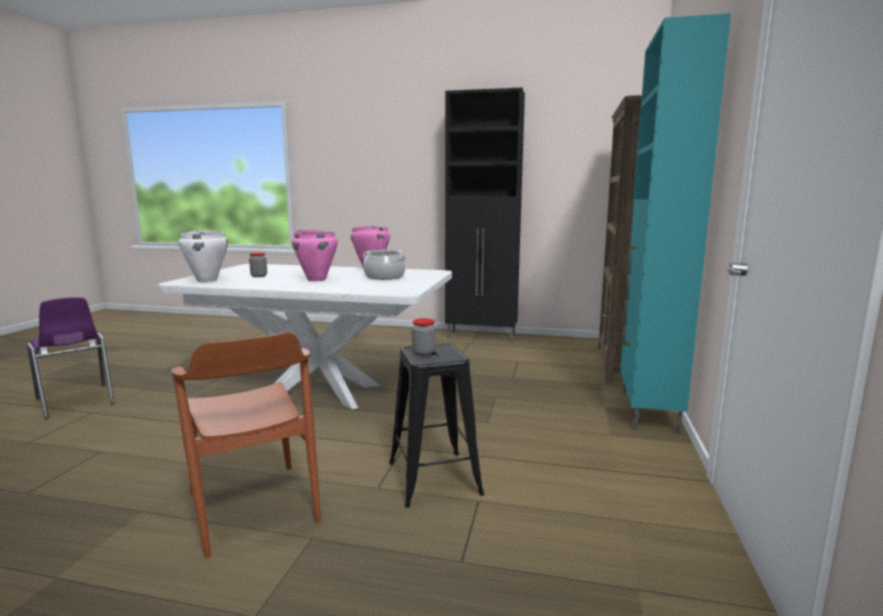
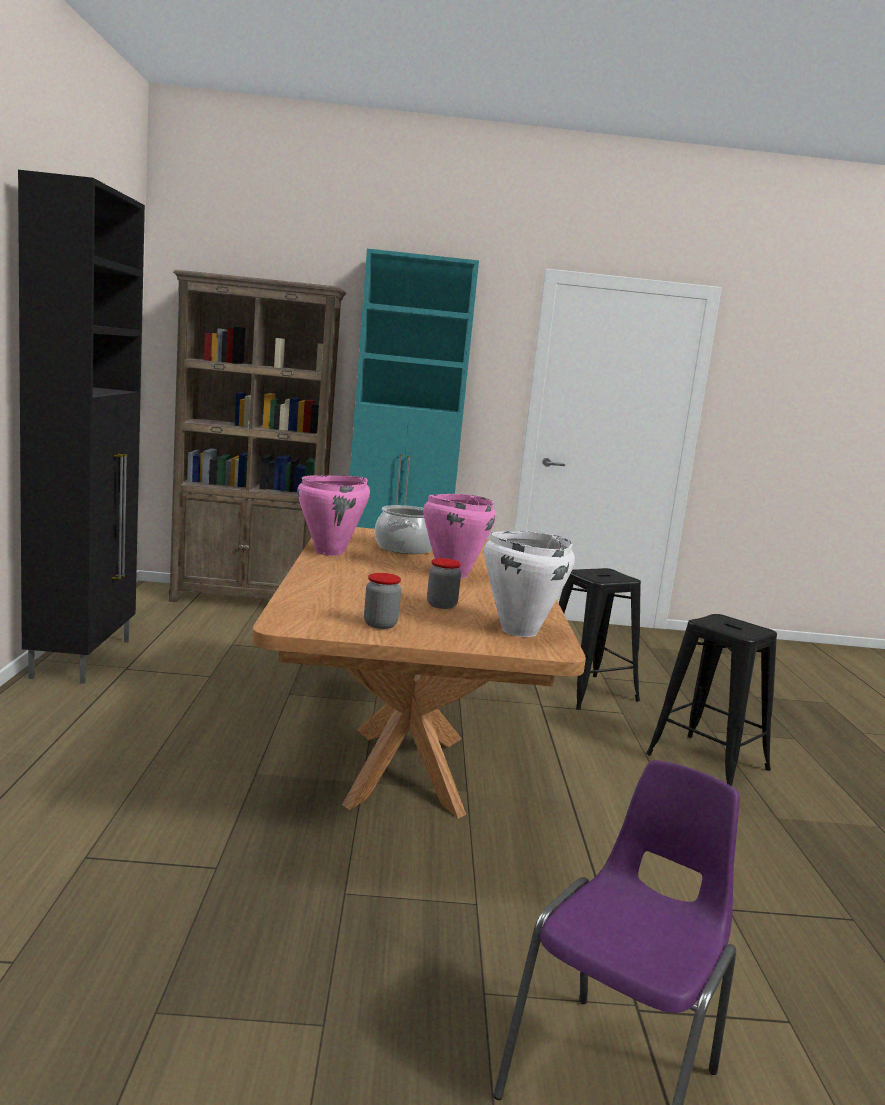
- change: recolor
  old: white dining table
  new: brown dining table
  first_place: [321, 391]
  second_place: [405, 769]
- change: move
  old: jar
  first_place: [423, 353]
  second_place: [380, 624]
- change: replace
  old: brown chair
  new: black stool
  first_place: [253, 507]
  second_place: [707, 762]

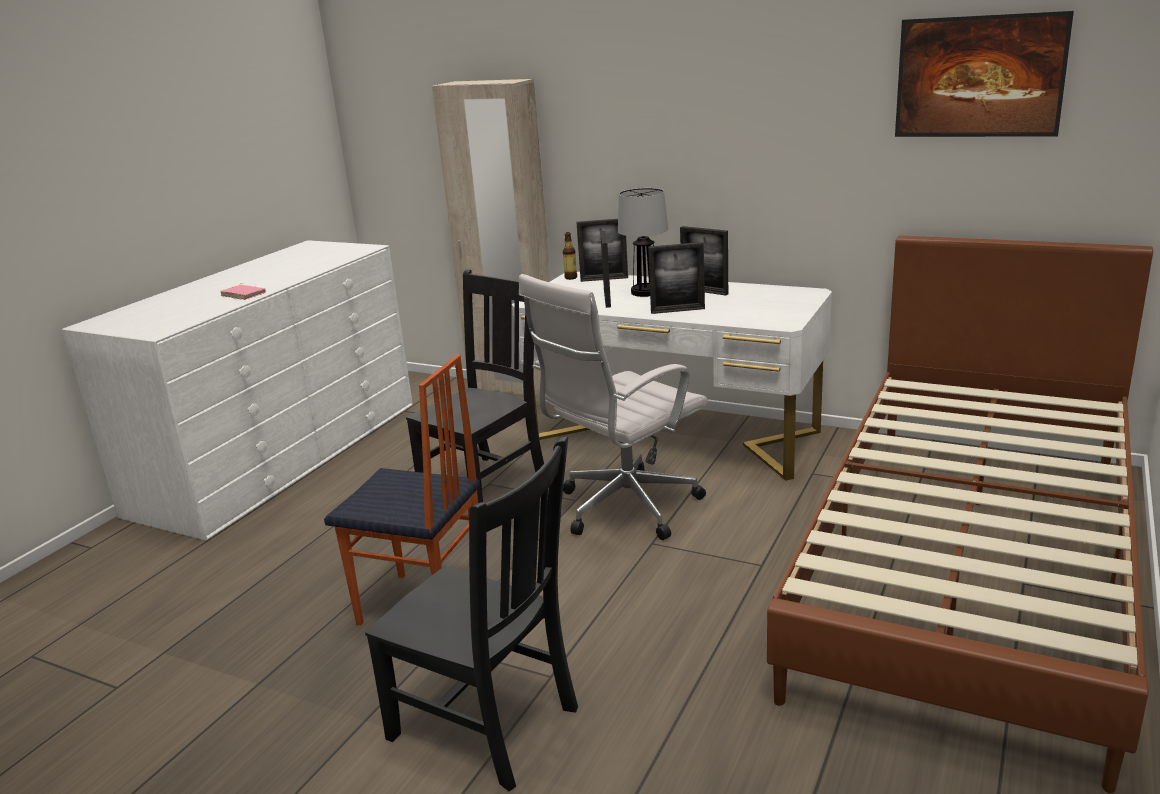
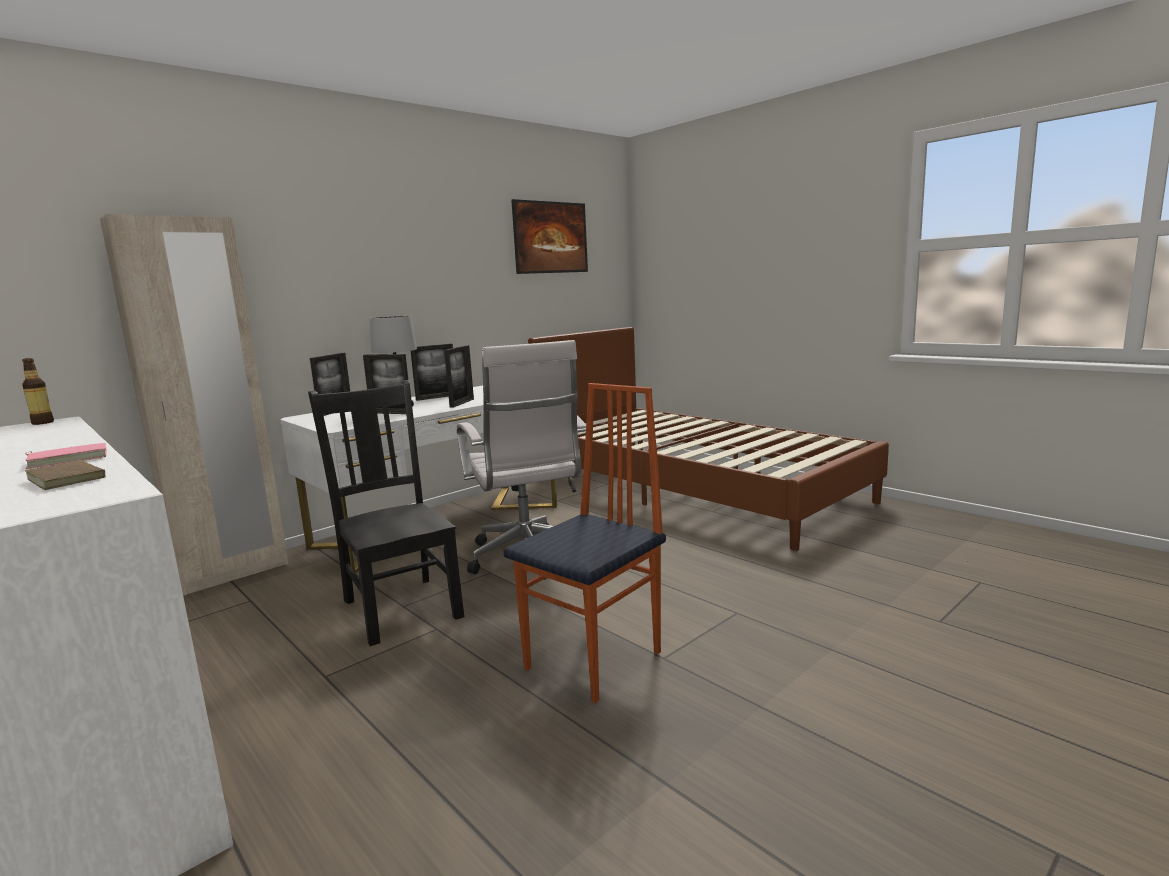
- change: move
  old: bottle
  first_place: [571, 278]
  second_place: [42, 423]
- change: delete
  old: black chair
  first_place: [488, 725]
- change: insert
  new: brown book
  second_place: [70, 478]

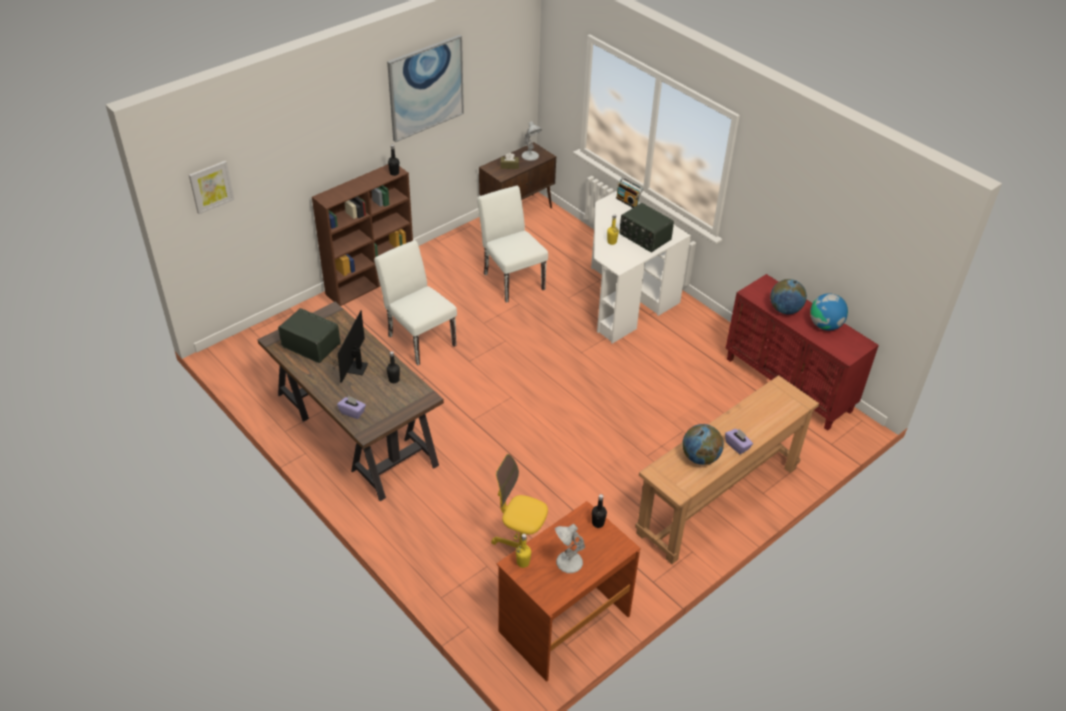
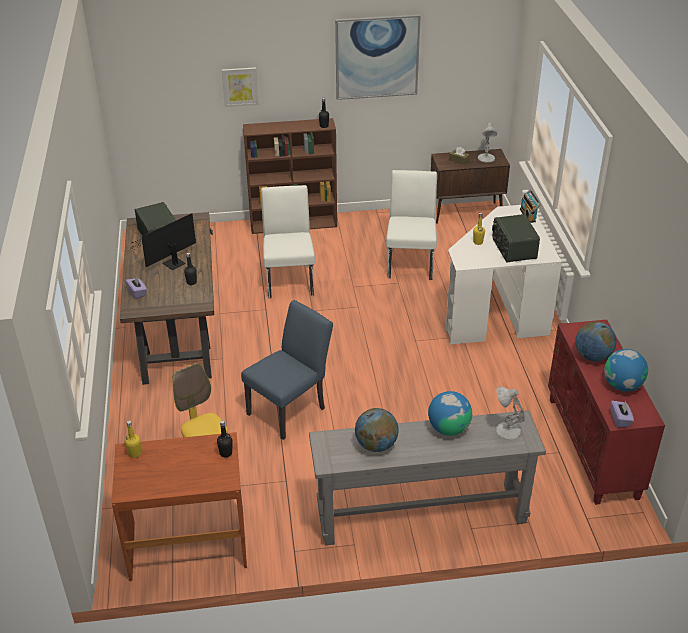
- change: move
  old: picture
  first_place: [211, 186]
  second_place: [240, 86]
- change: recolor
  old: brown console table
  new: grey console table
  first_place: [718, 500]
  second_place: [421, 513]
- change: move
  old: purple tissue box
  first_place: [737, 446]
  second_place: [620, 419]
- change: move
  old: white table lamp
  first_place: [568, 562]
  second_place: [506, 430]
- change: insert
  new: blue chair
  second_place: [291, 408]
- change: insert
  new: globe
  second_place: [448, 428]

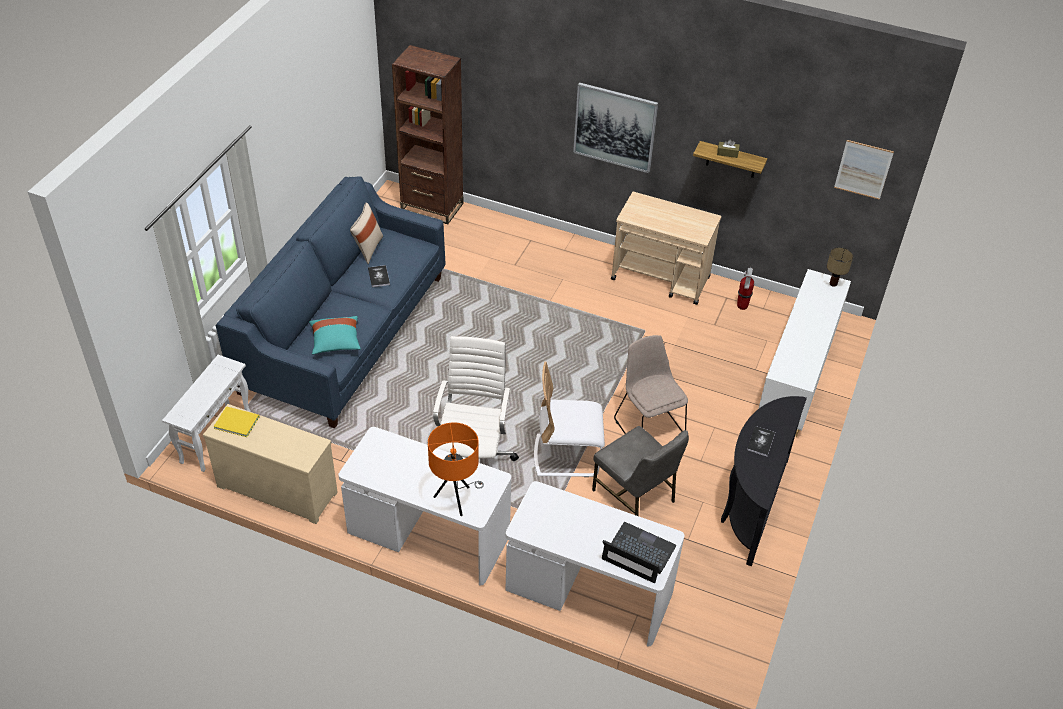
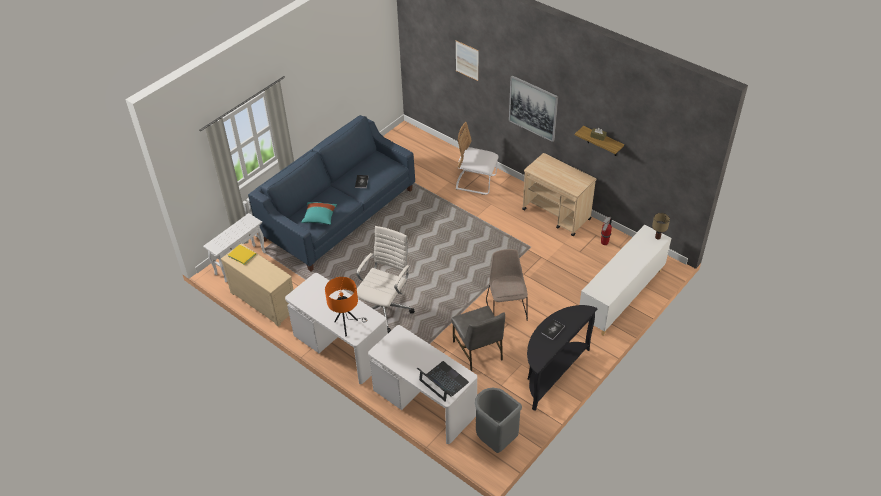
- change: delete
  old: brown bookcase
  first_place: [432, 207]
- change: move
  old: picture
  first_place: [863, 169]
  second_place: [467, 60]
- change: delete
  old: beige pillow
  first_place: [368, 248]
- change: move
  old: white chair
  first_place: [567, 456]
  second_place: [476, 182]
- change: insert
  new: grey trash can
  second_place: [495, 439]

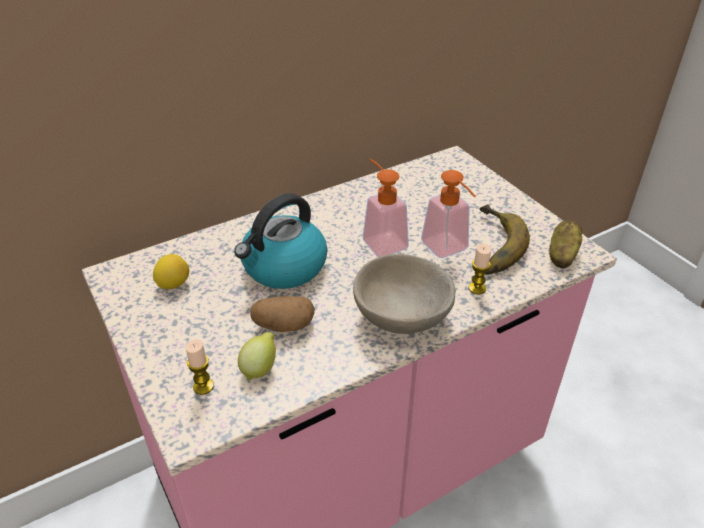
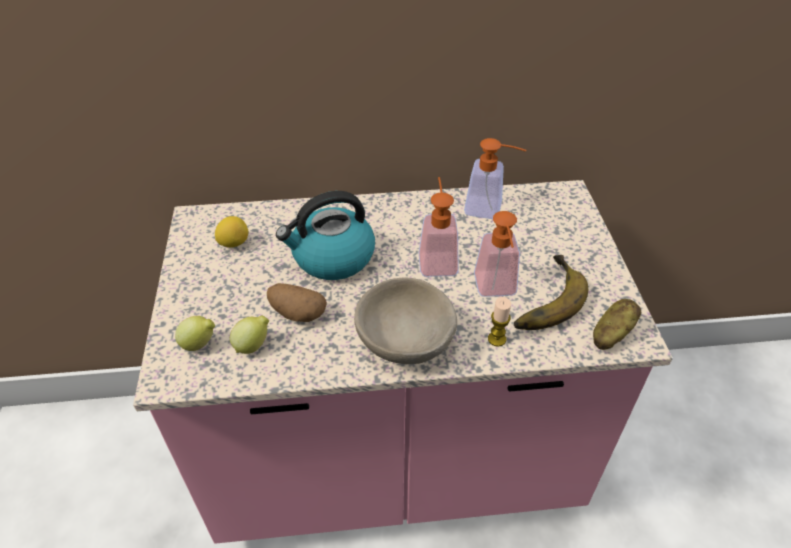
- change: replace
  old: candle
  new: lemon
  first_place: [203, 386]
  second_place: [200, 344]
- change: insert
  new: soap dispenser
  second_place: [490, 209]

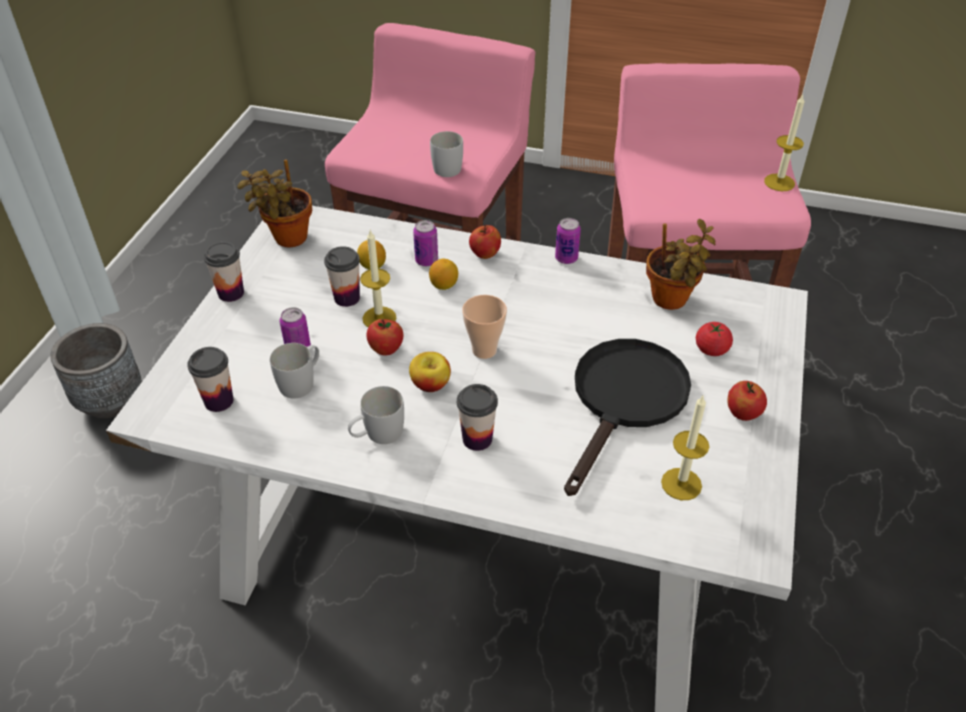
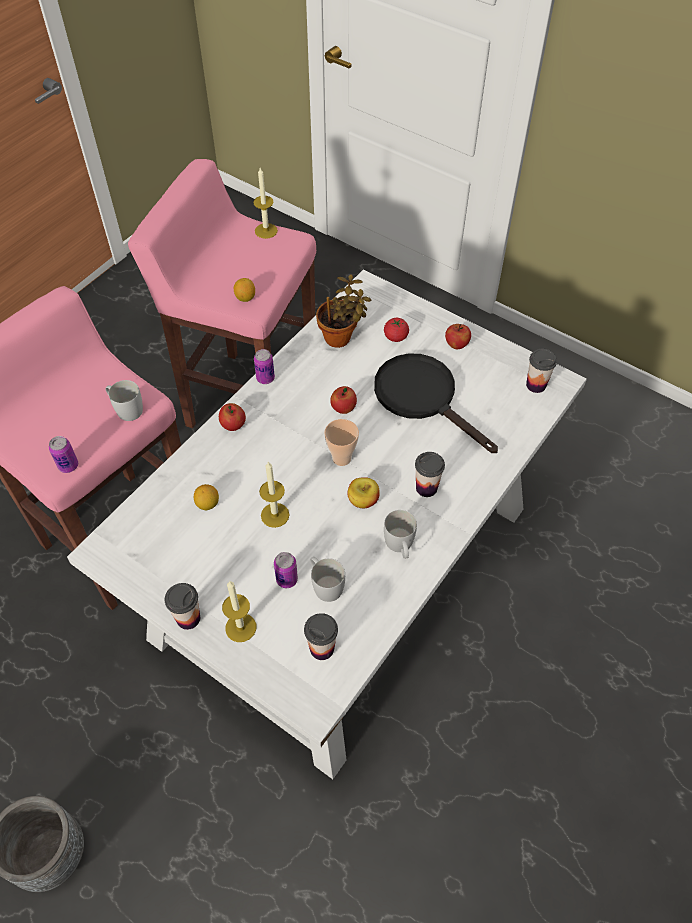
- change: delete
  old: potted plant
  first_place: [287, 239]
- change: move
  old: can
  first_place: [426, 261]
  second_place: [68, 466]
- change: move
  old: cup
  first_place: [347, 298]
  second_place: [536, 385]
- change: move
  old: lemon
  first_place: [444, 285]
  second_place: [245, 298]
- change: move
  old: apple
  first_place: [386, 349]
  second_place: [343, 408]
- change: move
  old: candle
  first_place: [681, 484]
  second_place: [241, 627]

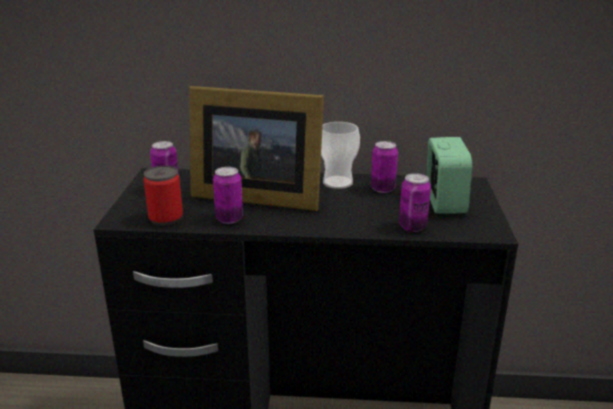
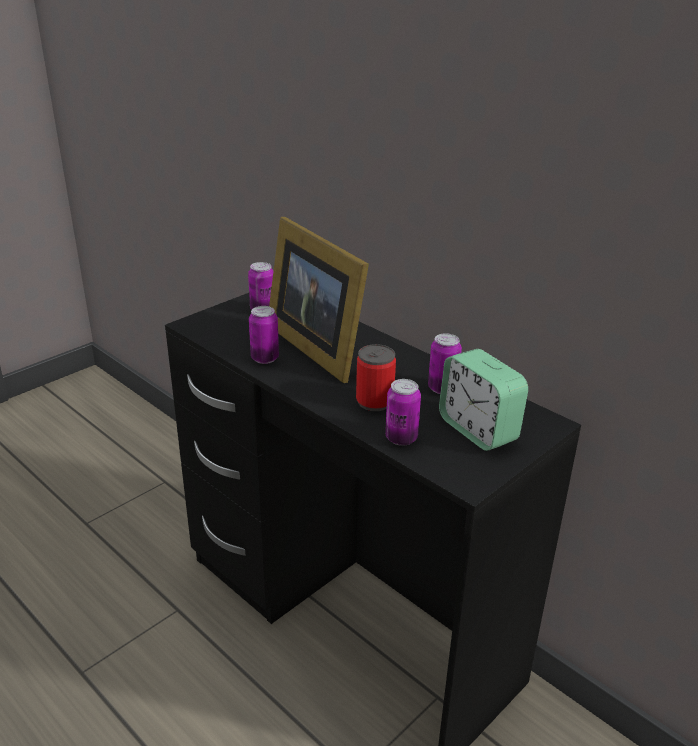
- change: delete
  old: cup
  first_place: [337, 182]
- change: rotate
  old: alarm clock
  first_place: [444, 202]
  second_place: [478, 430]
  degrees: 105
- change: move
  old: can
  first_place: [166, 218]
  second_place: [374, 402]

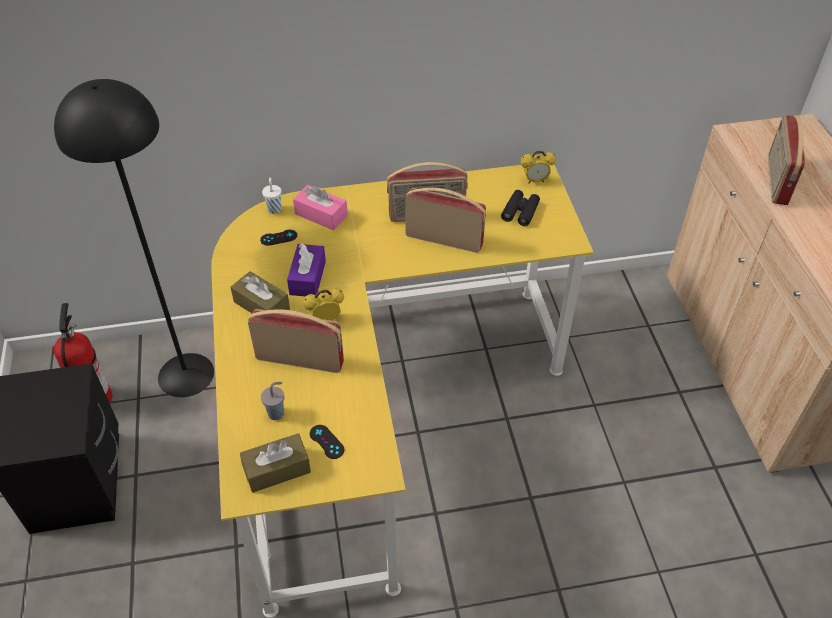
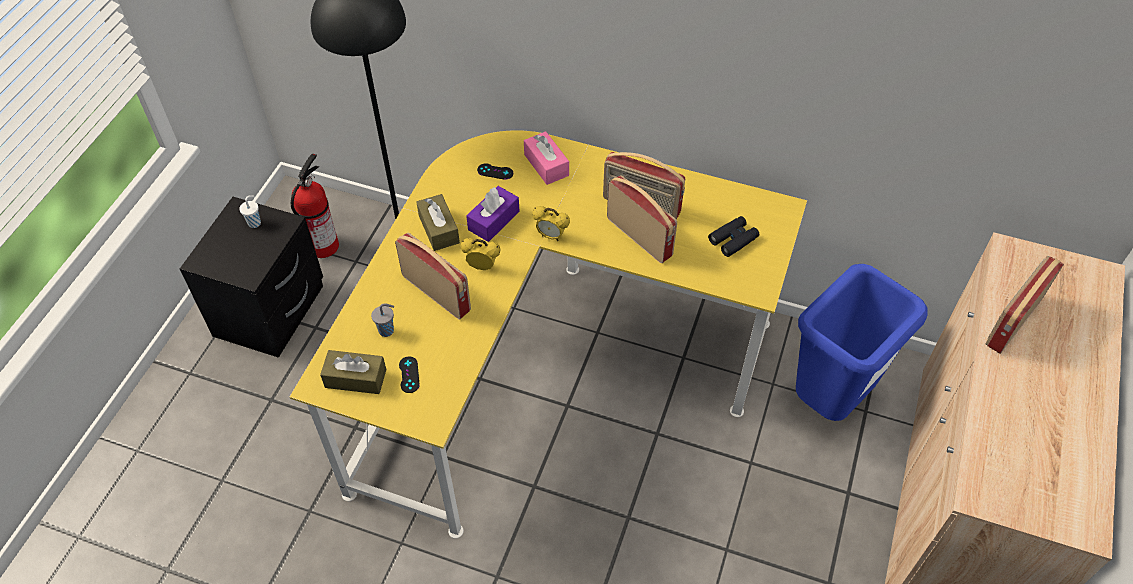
- change: move
  old: alarm clock
  first_place: [535, 181]
  second_place: [551, 236]
- change: move
  old: white cup
  first_place: [274, 209]
  second_place: [255, 223]
- change: insert
  new: blue trash can
  second_place: [829, 401]

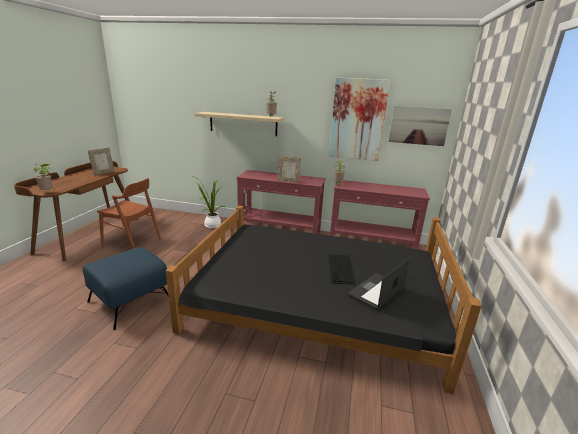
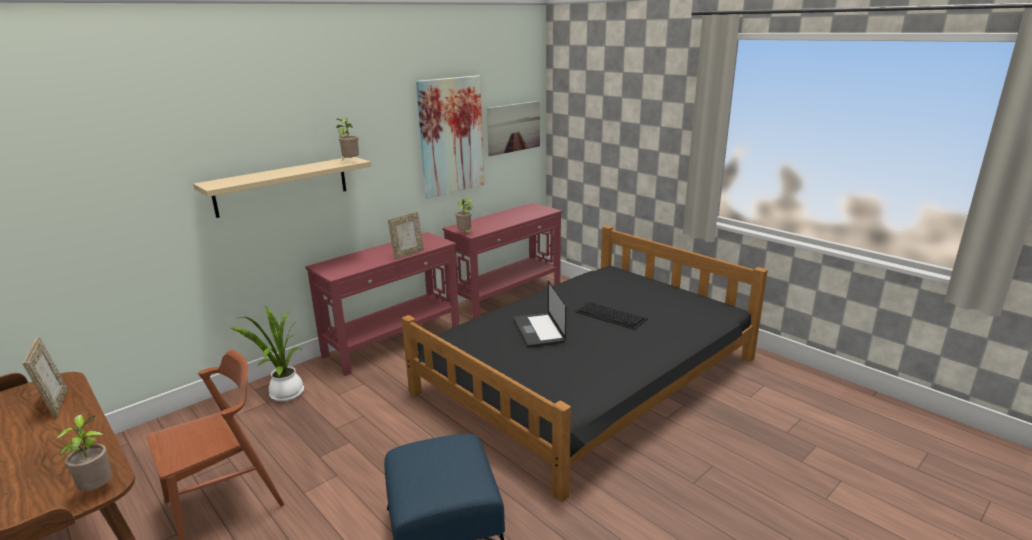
- change: move
  old: laptop
  first_place: [376, 292]
  second_place: [538, 331]

